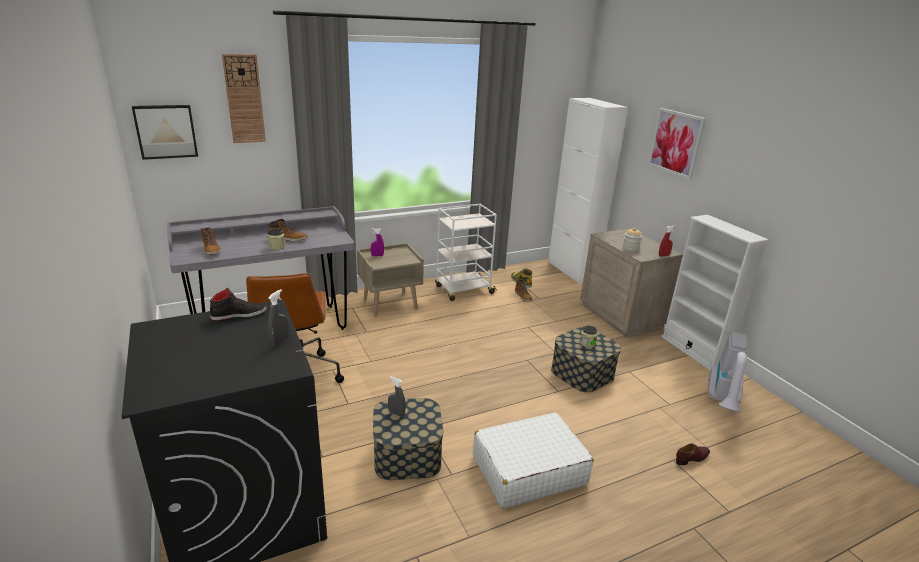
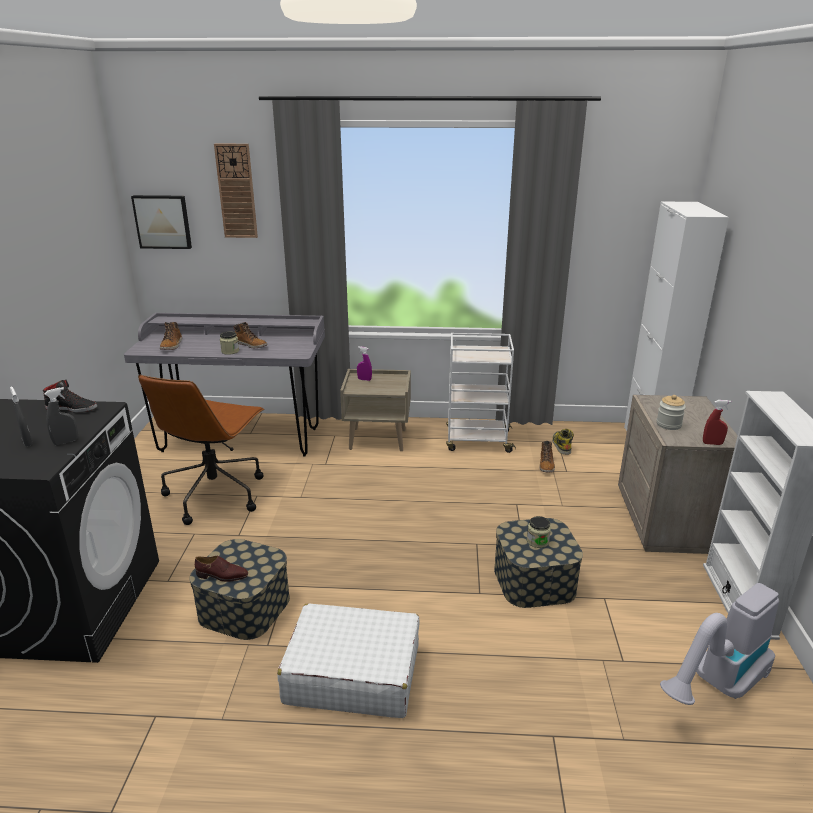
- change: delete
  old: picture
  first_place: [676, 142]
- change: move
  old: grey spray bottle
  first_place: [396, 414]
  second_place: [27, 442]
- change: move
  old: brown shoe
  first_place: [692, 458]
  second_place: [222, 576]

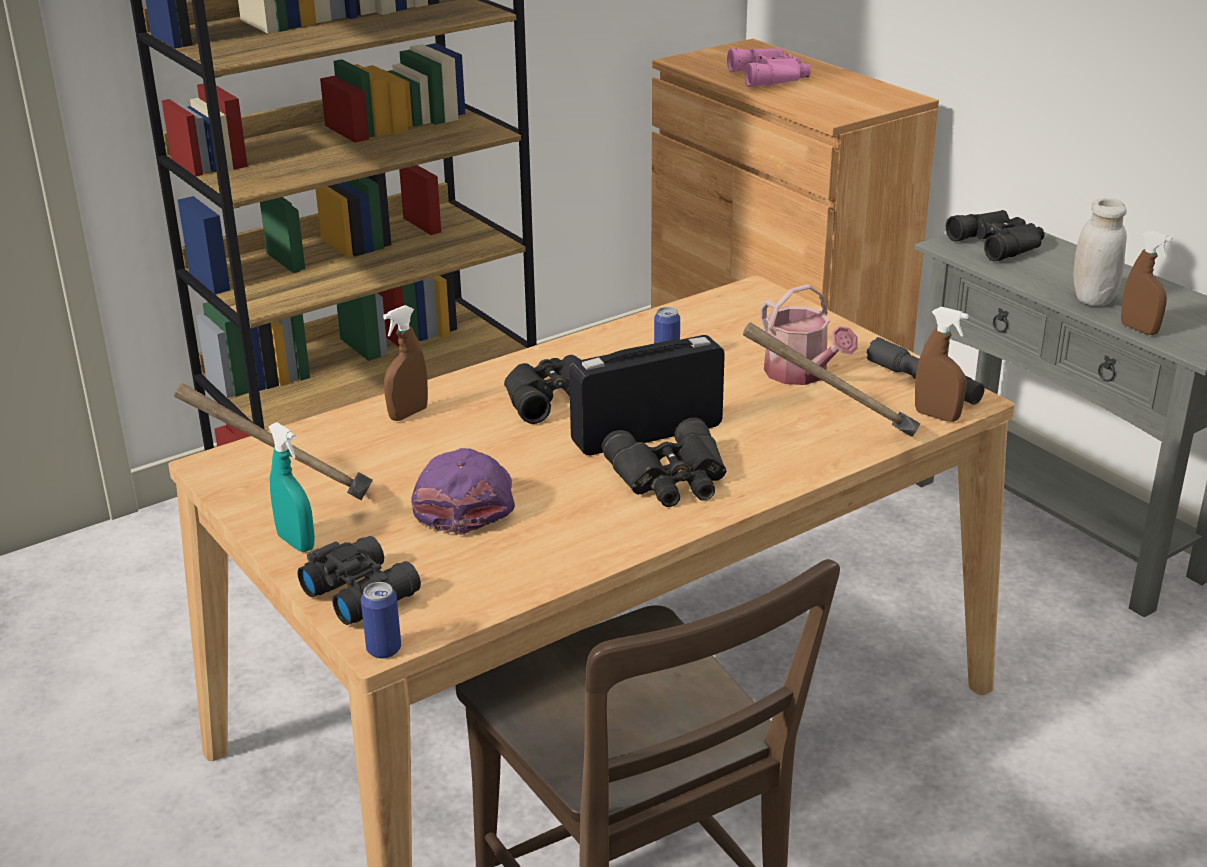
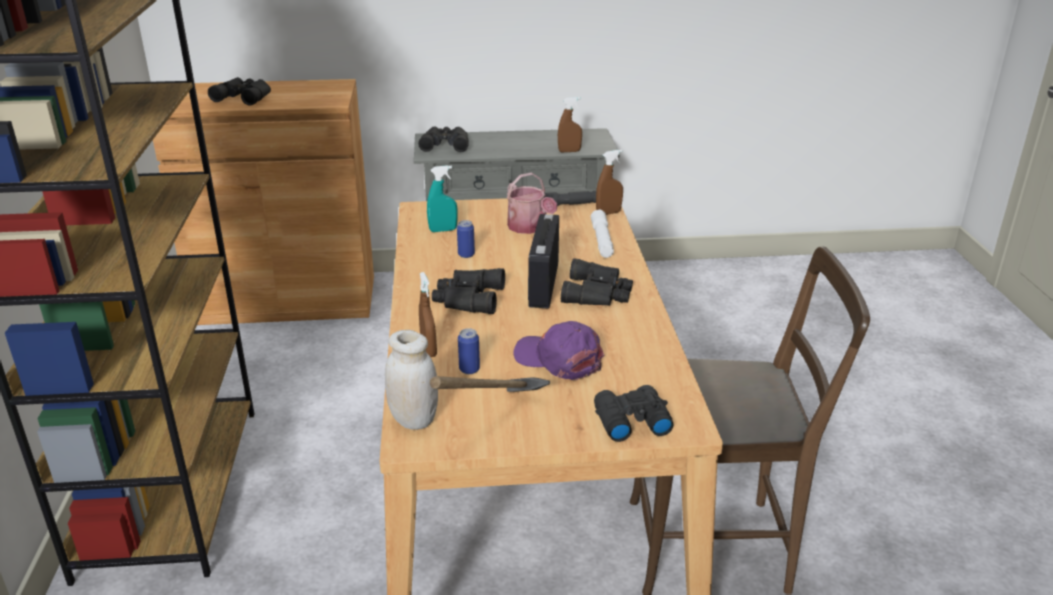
- change: recolor
  old: pink binoculars
  new: black binoculars
  first_place: [771, 77]
  second_place: [245, 97]
- change: move
  old: white jar
  first_place: [1093, 299]
  second_place: [413, 420]
- change: rotate
  old: watering can
  first_place: [801, 375]
  second_place: [529, 228]
  degrees: 60
- change: replace
  old: hammer
  new: white flashlight
  first_place: [836, 436]
  second_place: [602, 240]
- change: move
  old: turquoise spray bottle
  first_place: [296, 543]
  second_place: [443, 230]
- change: move
  old: can
  first_place: [384, 649]
  second_place: [469, 369]

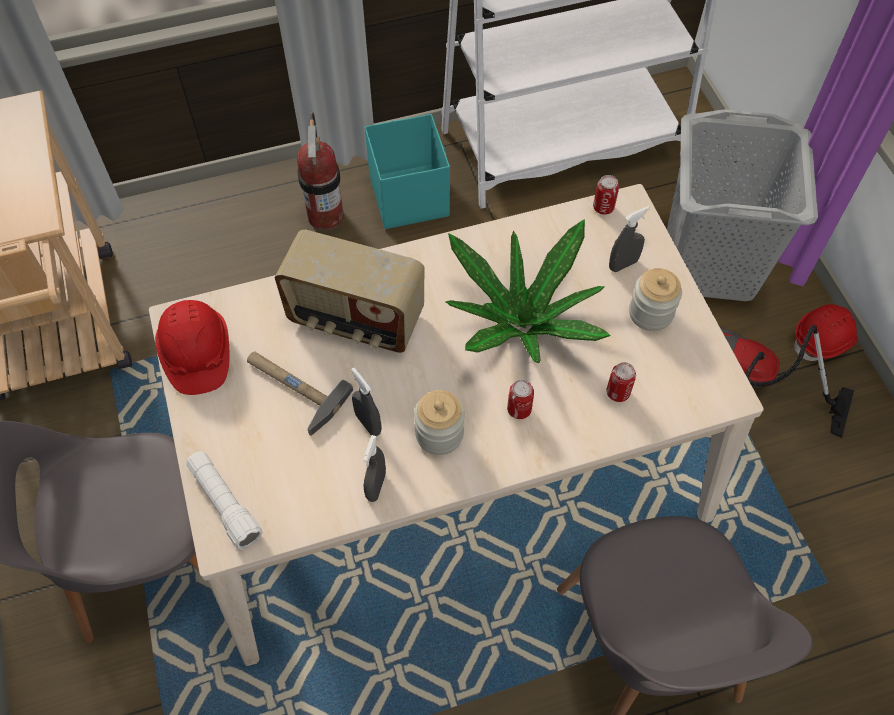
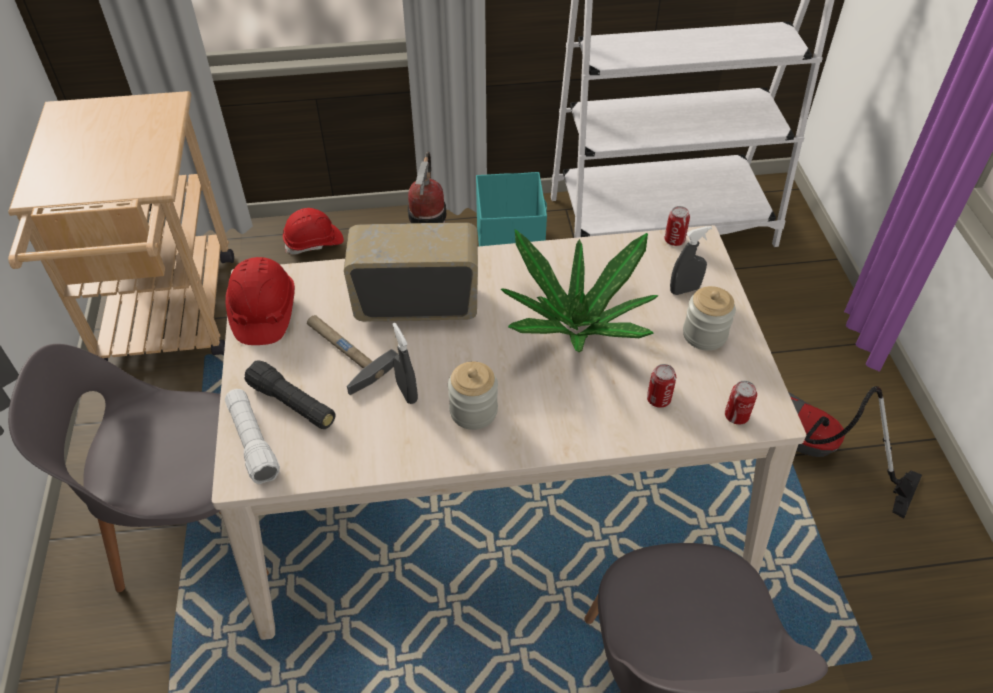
- change: delete
  old: grey laundry basket
  first_place: [708, 264]
- change: rotate
  old: radio
  first_place: [355, 320]
  second_place: [417, 303]
  degrees: 150
- change: move
  old: red hard hat
  first_place: [823, 340]
  second_place: [314, 242]
- change: move
  old: can
  first_place: [519, 409]
  second_place: [736, 416]
- change: delete
  old: grey spray bottle
  first_place: [376, 486]
- change: insert
  new: black flashlight
  second_place: [292, 404]

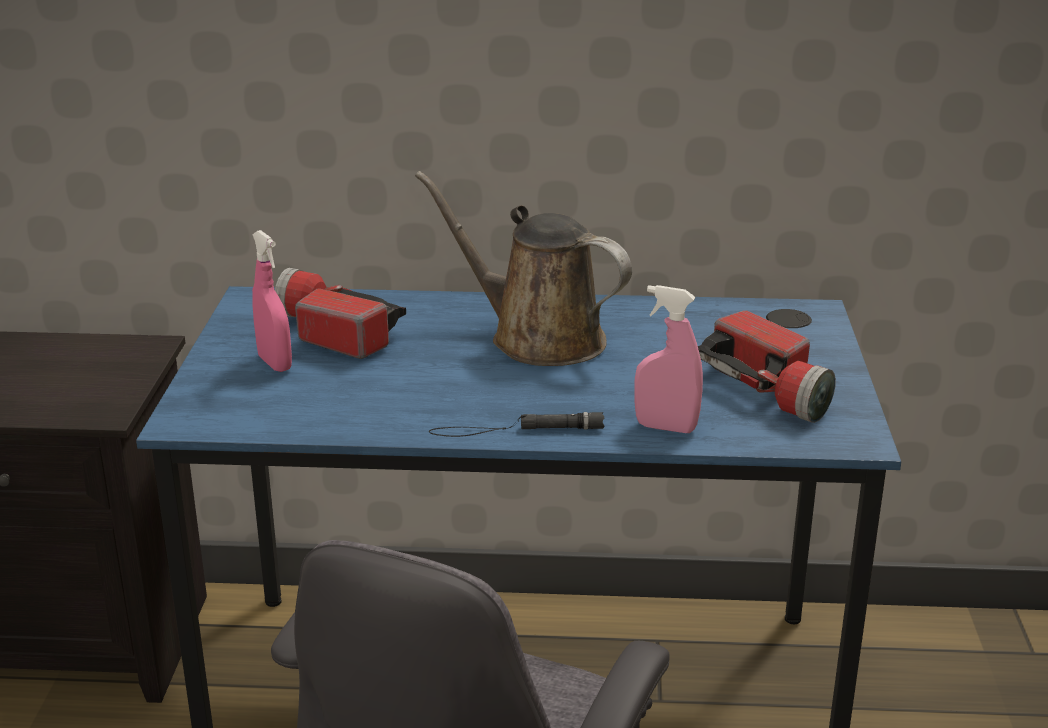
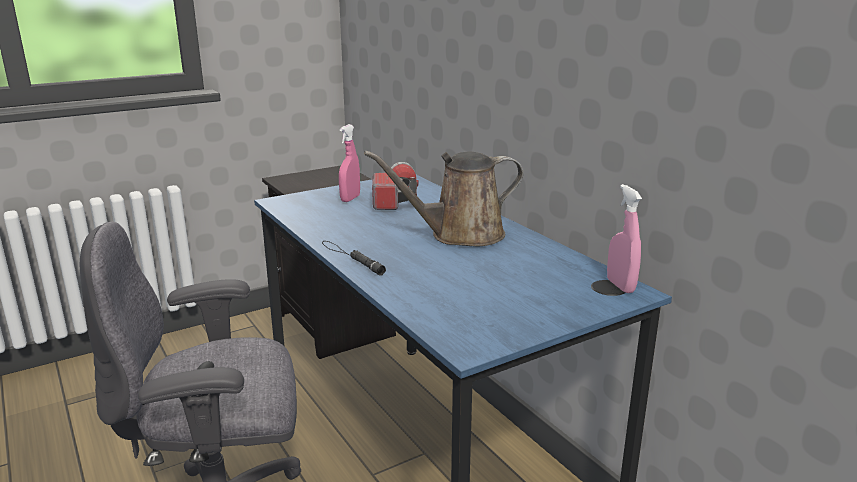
- change: rotate
  old: brown watering can
  first_place: [537, 338]
  second_place: [460, 235]
  degrees: -105
- change: move
  old: pink spray bottle
  first_place: [665, 427]
  second_place: [620, 286]
- change: delete
  old: flashlight
  first_place: [768, 390]

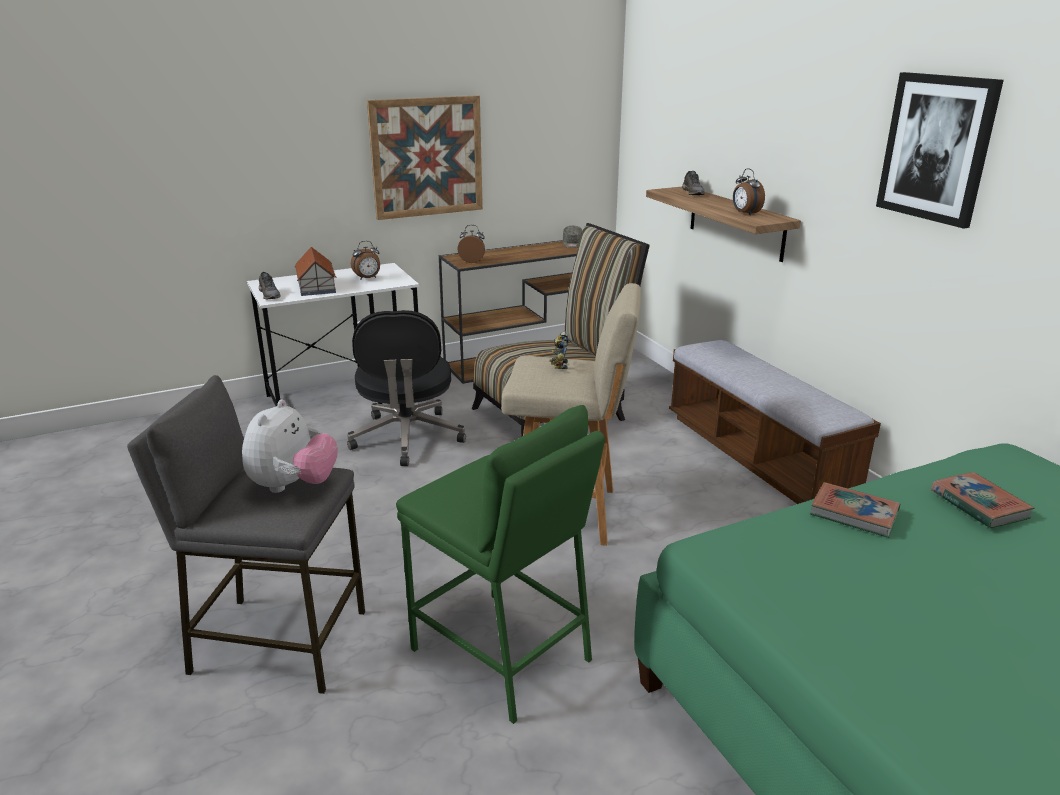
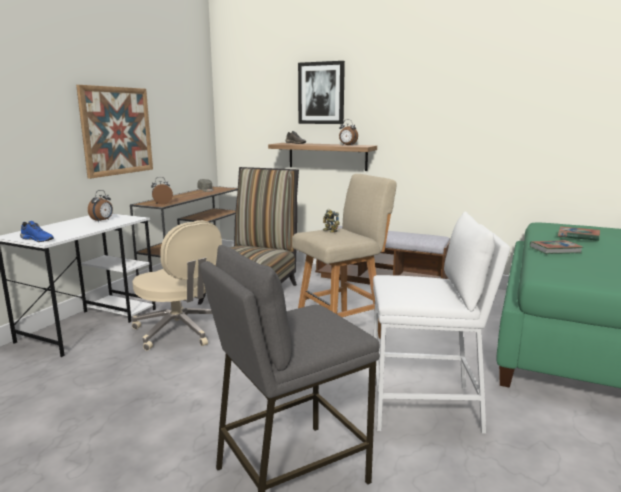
- change: move
  old: picture
  first_place: [936, 148]
  second_place: [321, 93]
- change: delete
  old: toy house
  first_place: [317, 286]
- change: recolor
  old: grey shoe
  new: blue shoe
  first_place: [270, 295]
  second_place: [38, 239]
- change: recolor
  old: black office chair
  new: beige office chair
  first_place: [407, 438]
  second_place: [180, 331]
- change: delete
  old: plush toy
  first_place: [293, 486]
- change: recolor
  old: green stool
  new: white stool
  first_place: [501, 654]
  second_place: [424, 407]

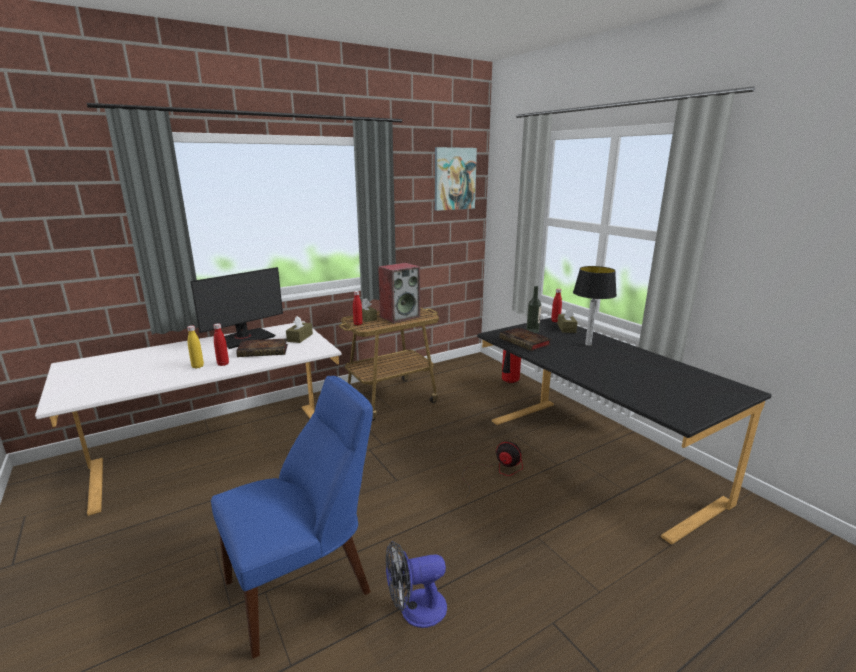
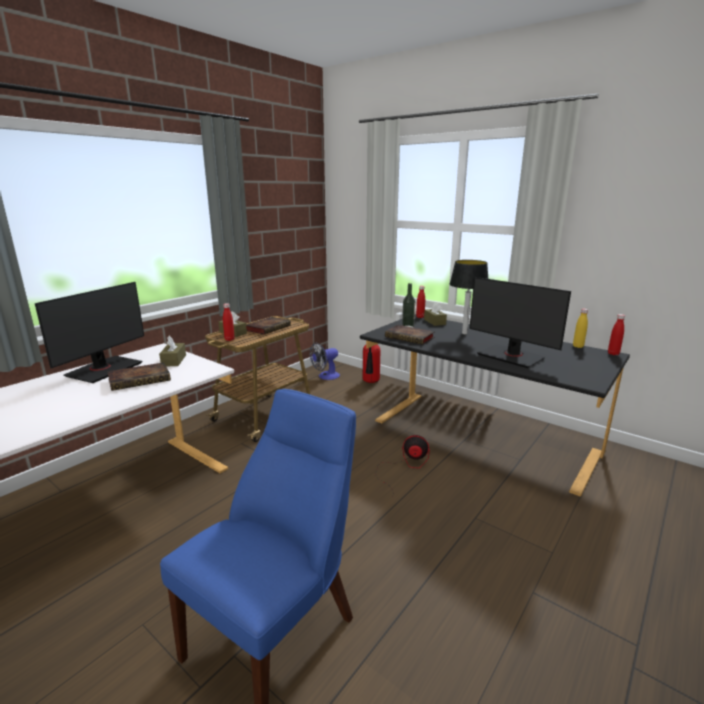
- change: delete
  old: picture
  first_place: [454, 179]
- change: replace
  old: speaker
  new: book
  first_place: [400, 316]
  second_place: [268, 328]
- change: move
  old: red bottle
  first_place: [223, 364]
  second_place: [613, 353]
- change: move
  old: yellow bottle
  first_place: [198, 366]
  second_place: [578, 346]
- change: move
  old: fan
  first_place: [415, 610]
  second_place: [325, 376]
- change: insert
  new: monitor
  second_place: [511, 356]

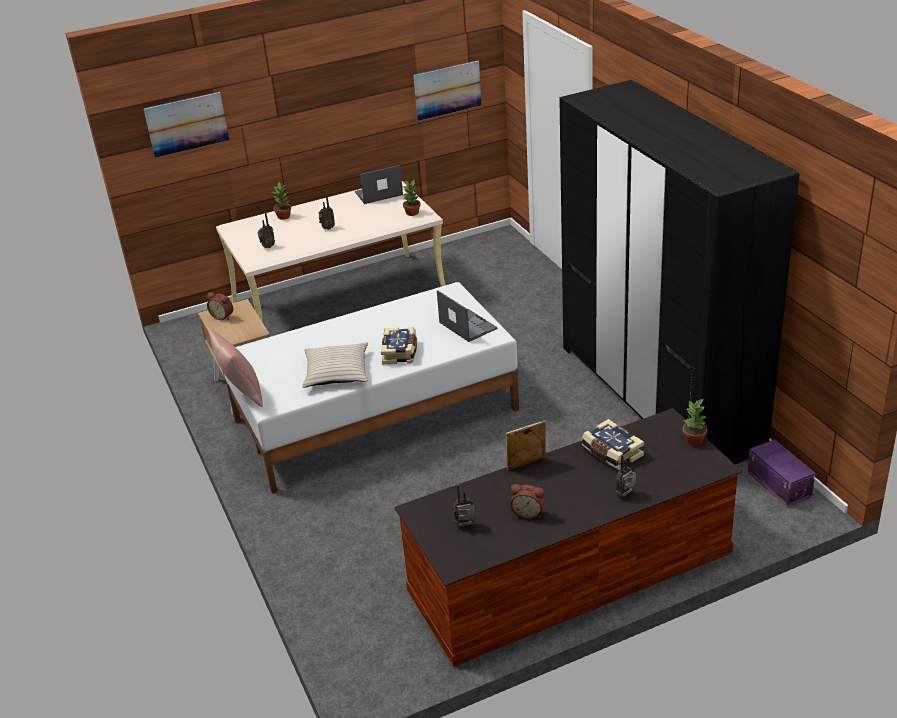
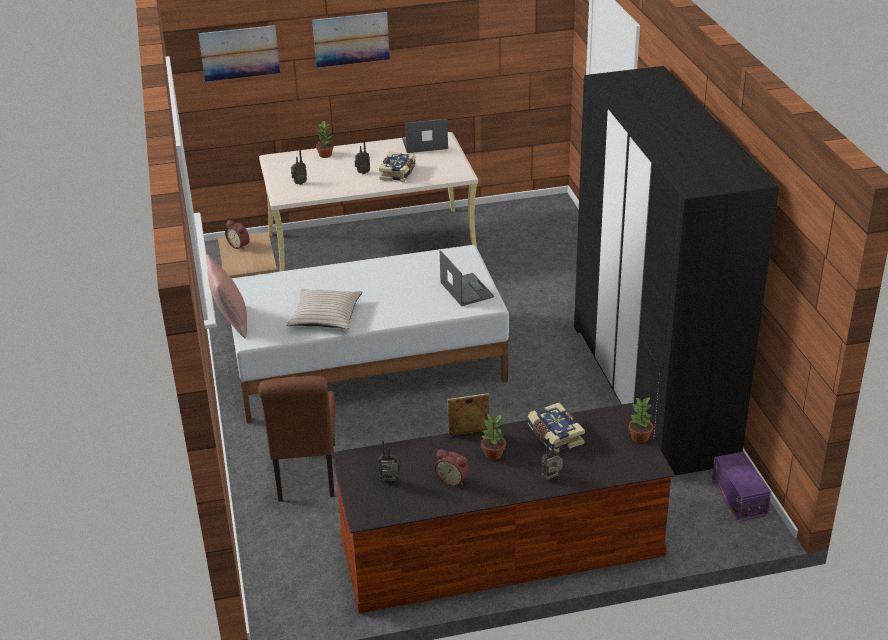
- change: move
  old: picture
  first_place: [447, 90]
  second_place: [351, 39]
- change: move
  old: potted plant
  first_place: [412, 213]
  second_place: [493, 454]
- change: move
  old: book
  first_place: [400, 352]
  second_place: [398, 173]
- change: insert
  new: brown chair
  second_place: [305, 476]

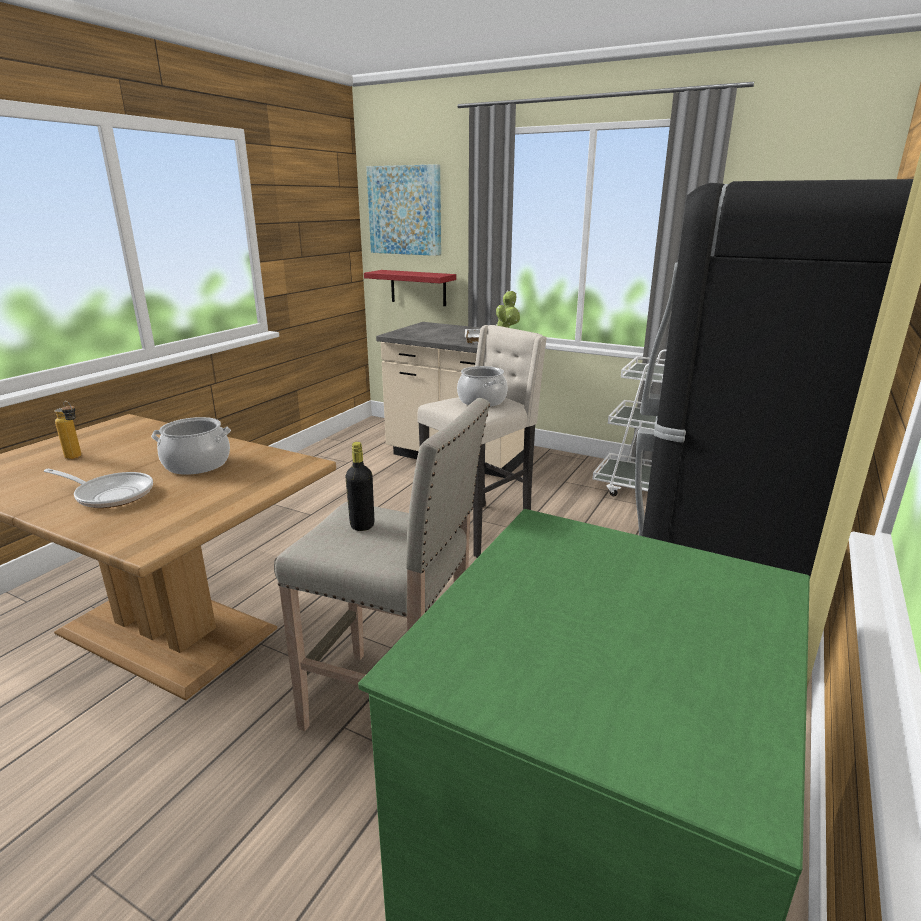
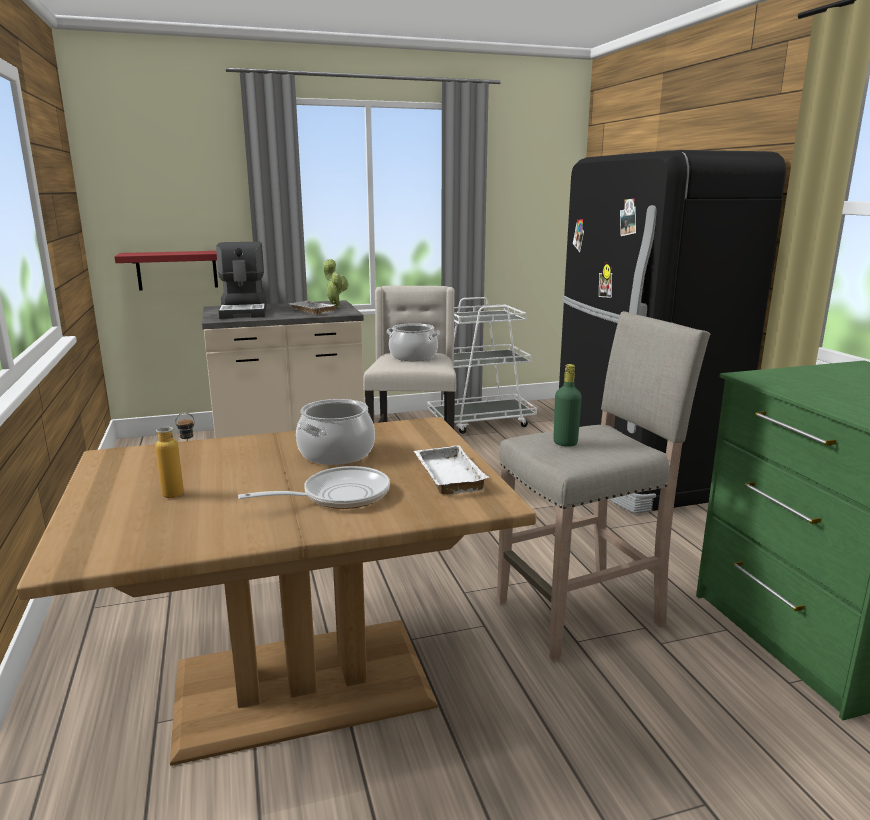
- change: delete
  old: picture
  first_place: [405, 210]
- change: recolor
  old: black bottle
  new: green bottle
  first_place: [362, 525]
  second_place: [565, 443]
- change: insert
  new: coffee machine
  second_place: [245, 311]
- change: insert
  new: white tray
  second_place: [446, 475]

